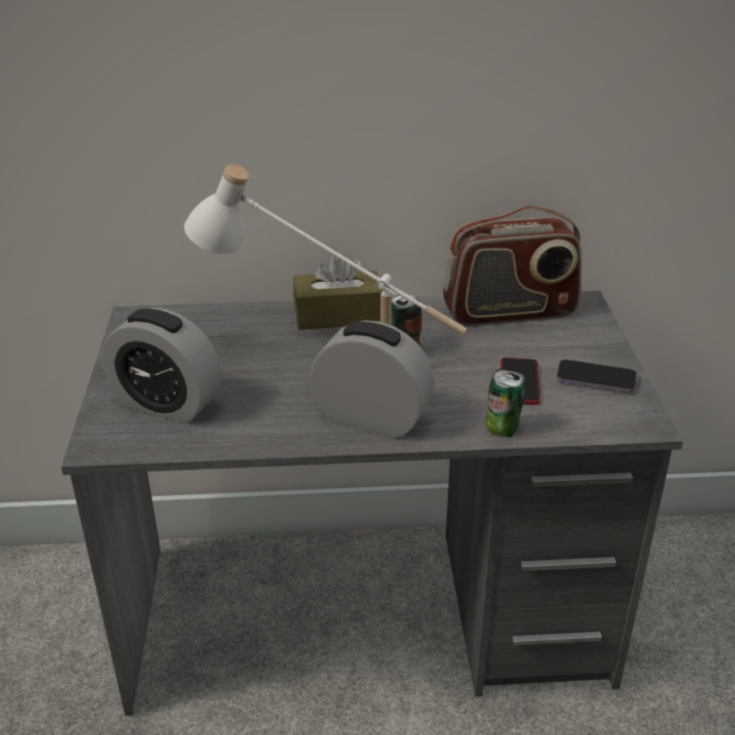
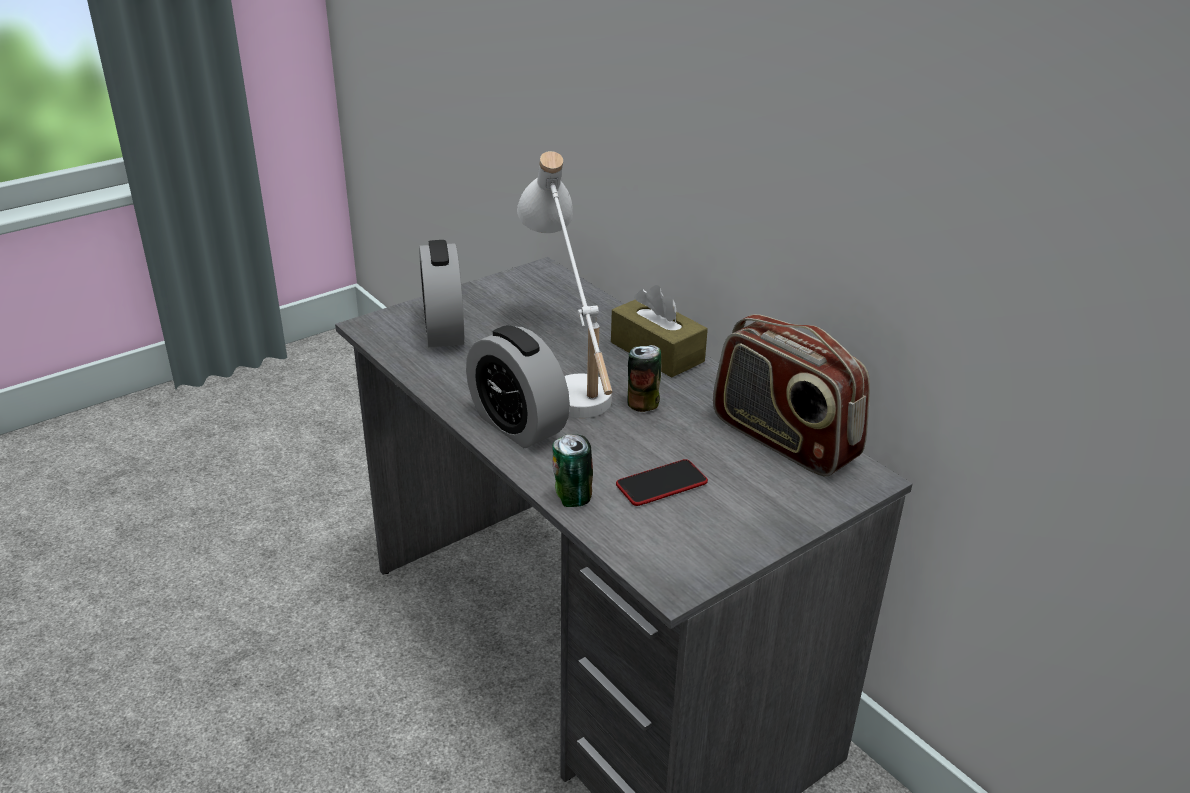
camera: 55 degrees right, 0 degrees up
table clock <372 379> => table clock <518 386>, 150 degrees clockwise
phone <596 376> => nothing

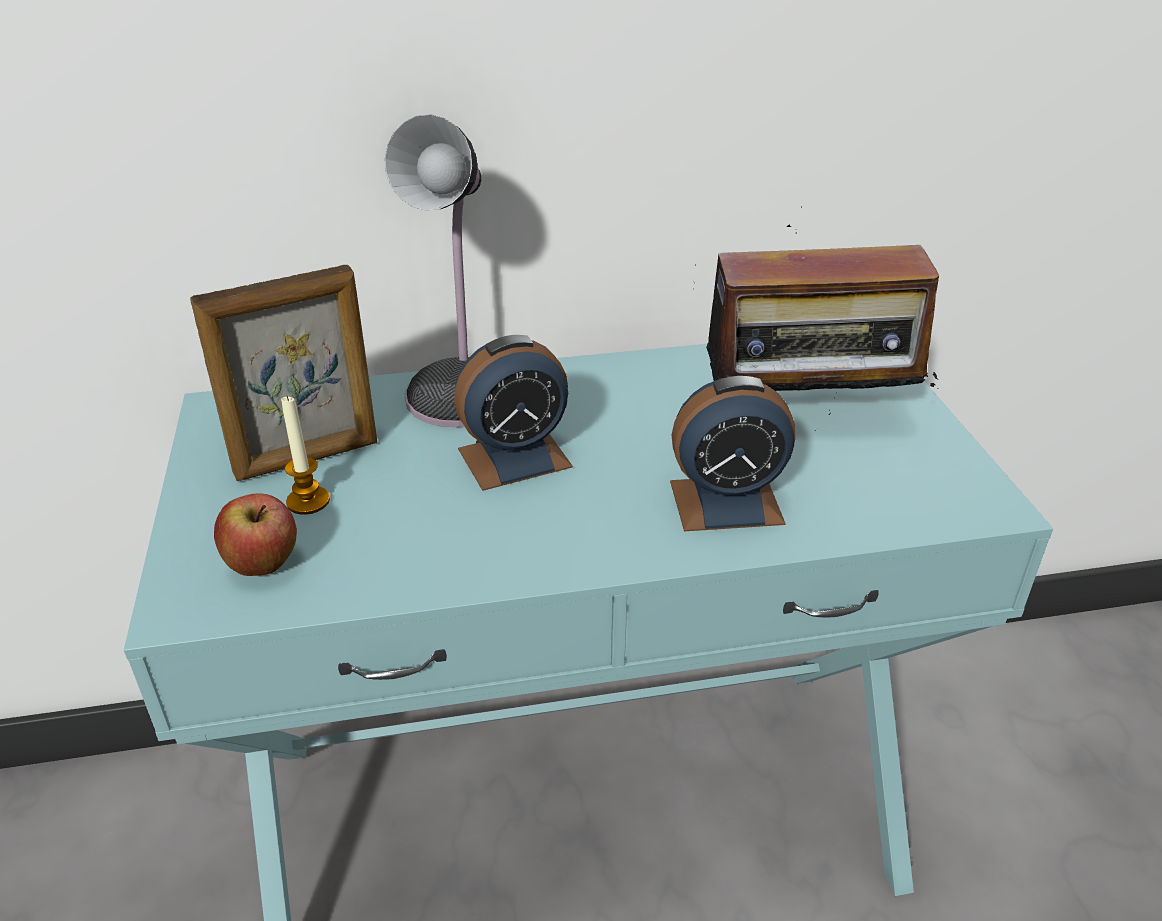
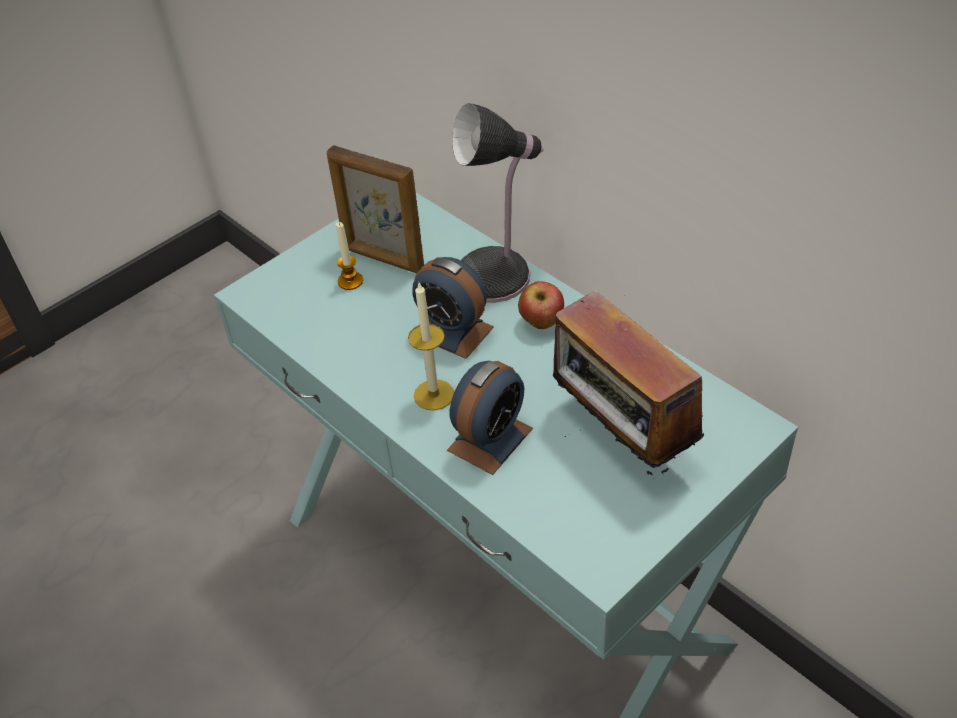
camera: 60 degrees right, 10 degrees up
table clock <733 453> => table clock <490 418>, 105 degrees counterclockwise
whole apple <255 534> => whole apple <541 305>, relocated
nothing => wax candle <431 347>

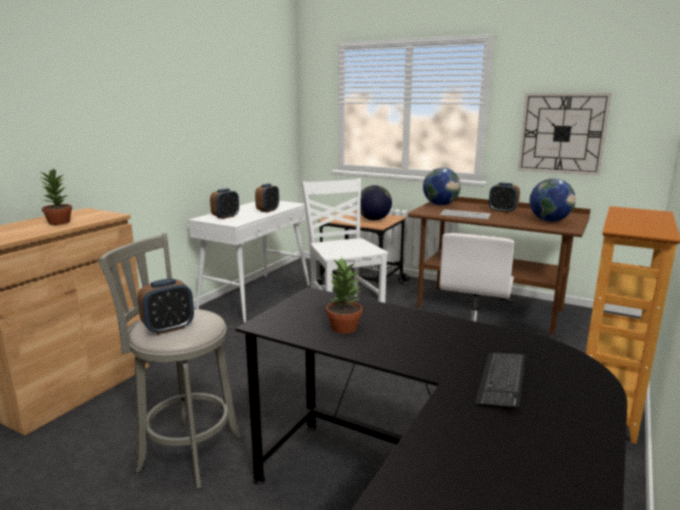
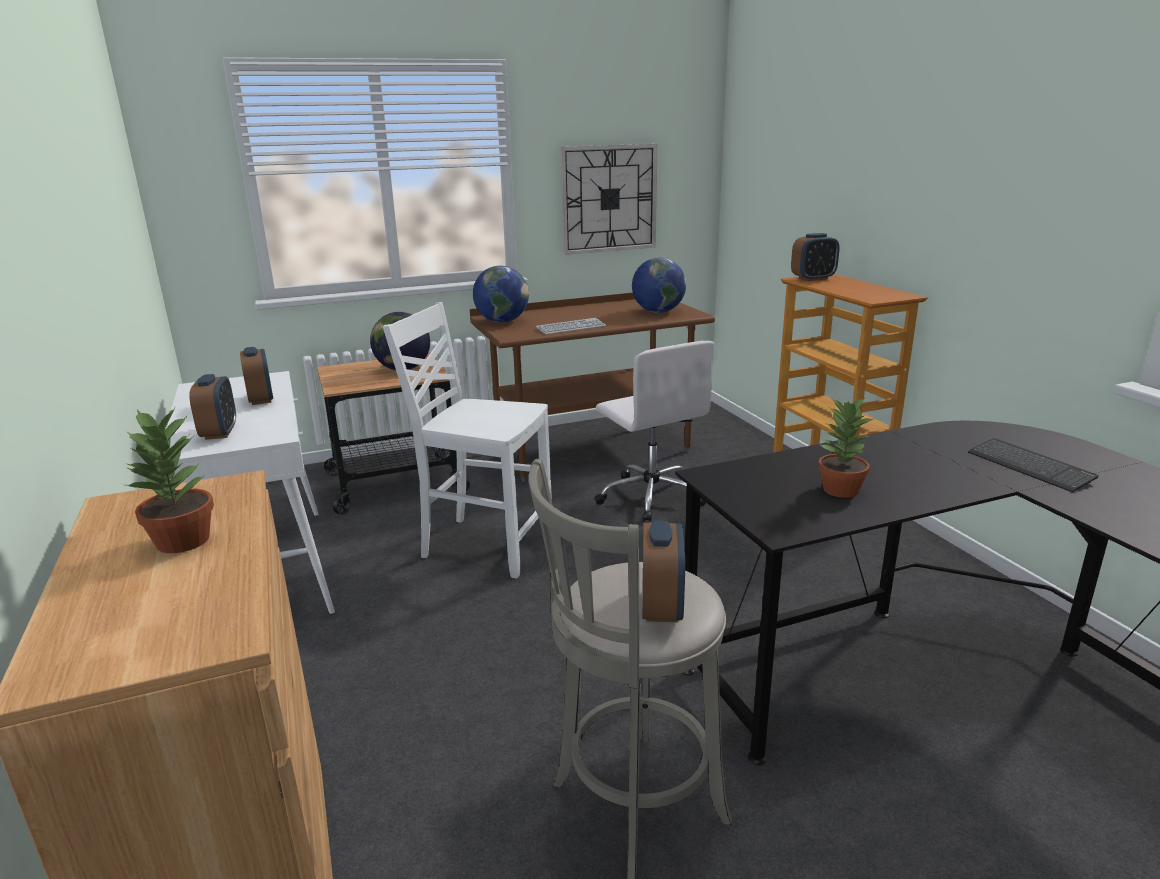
camera: 50 degrees left, 5 degrees up
table clock <504 198> => table clock <815 257>, relocated

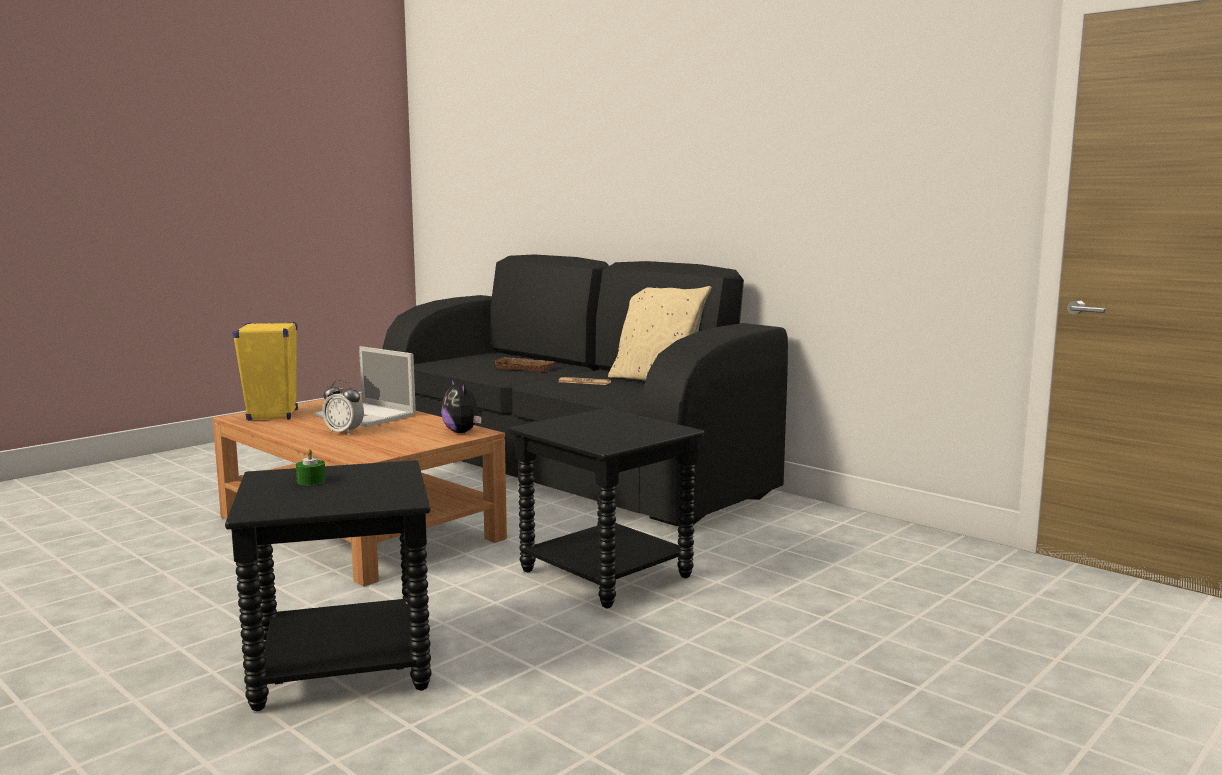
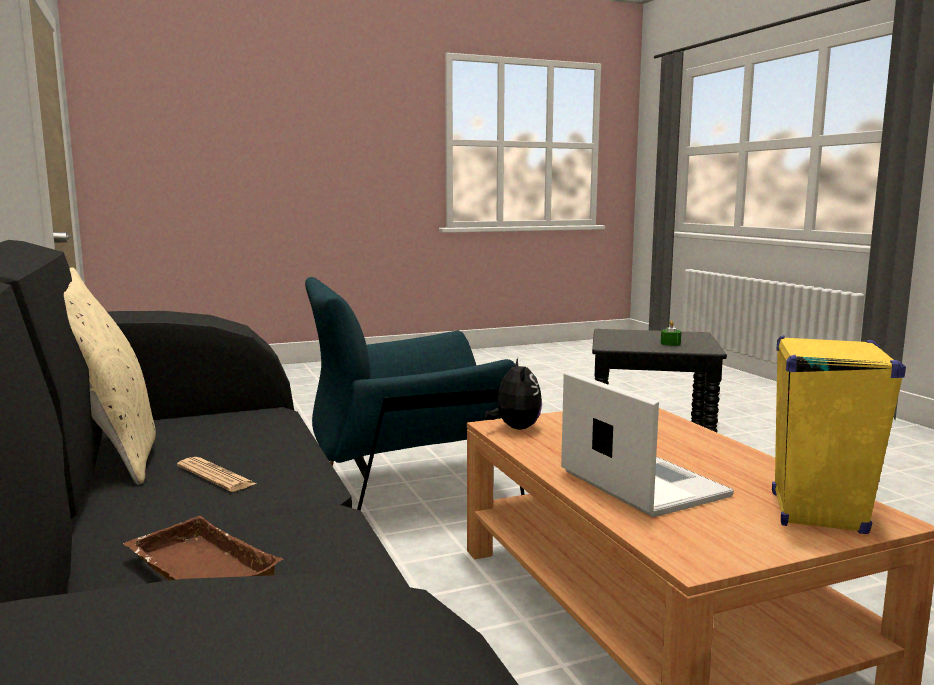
camera: 155 degrees left, 0 degrees up
table clock <343 407> => nothing
blackish accent table <606 508> => bluish armchair <415 394>

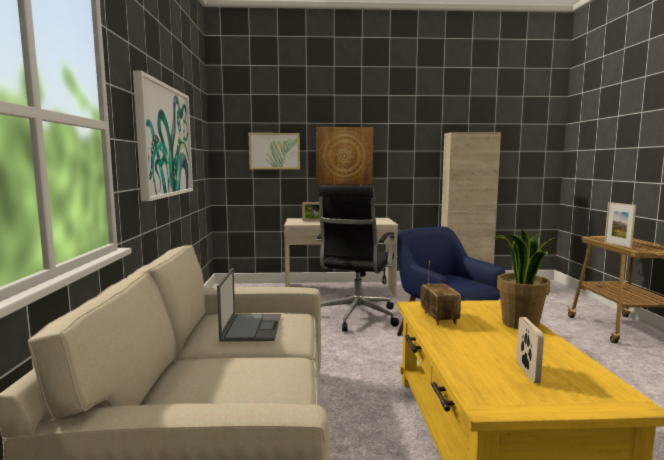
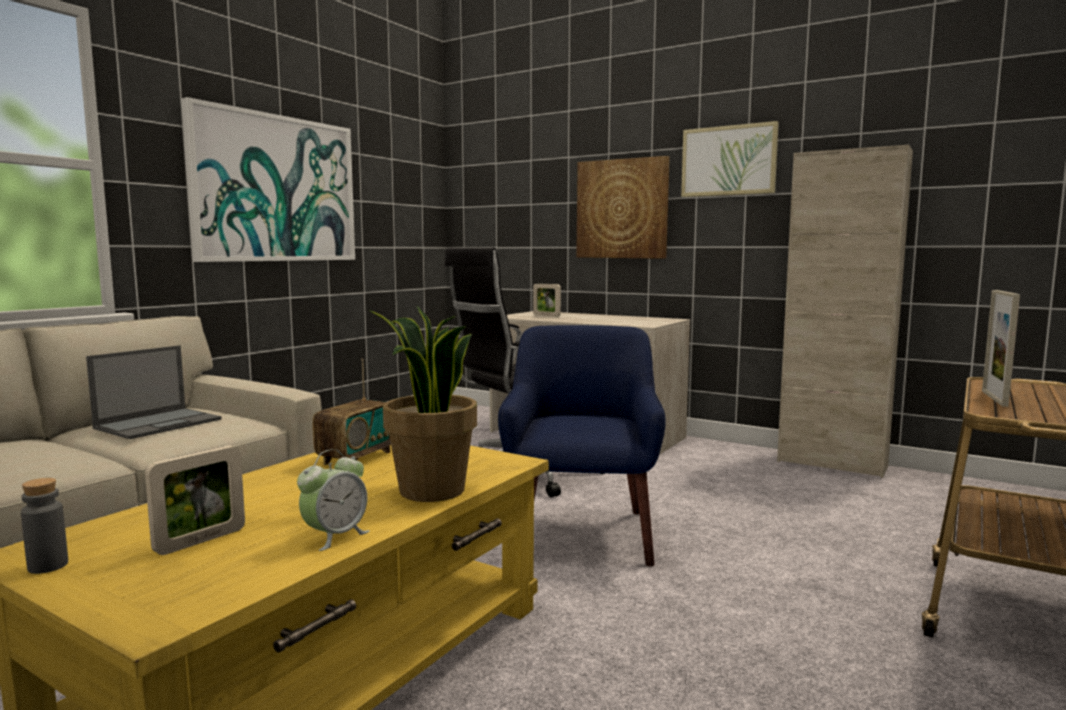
camera: 35 degrees right, 0 degrees up
wall art <274 151> => wall art <730 159>, relocated
nothing => table clock <333 500>
nothing => gray beverage bottle <44 526>

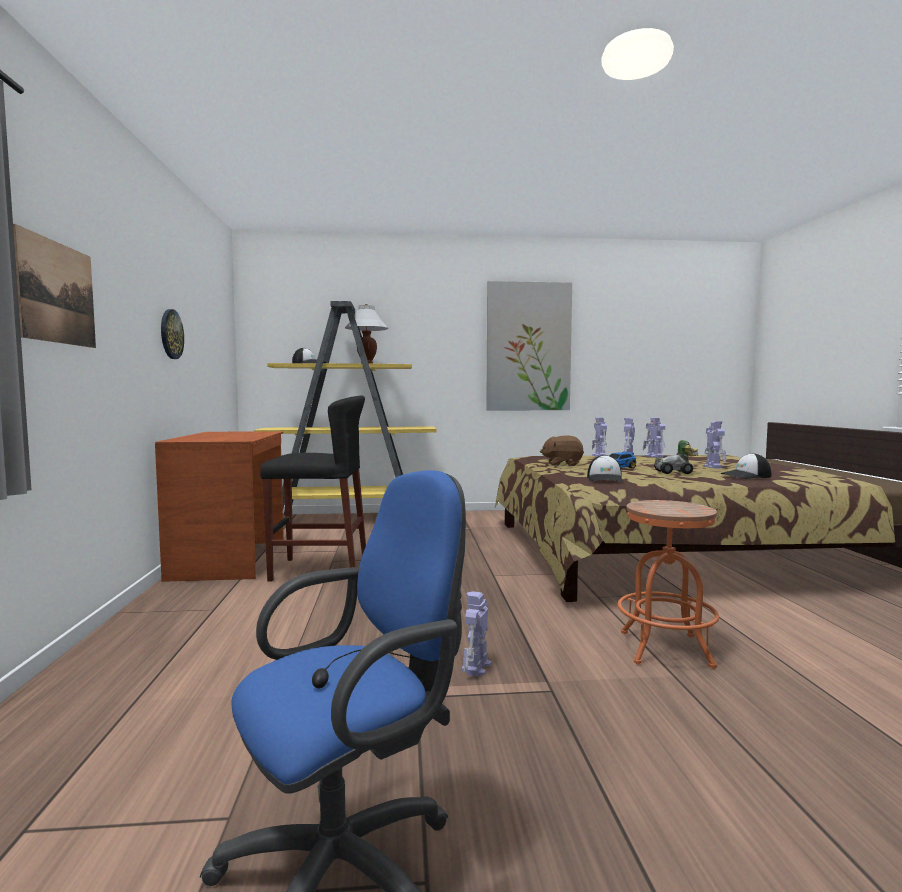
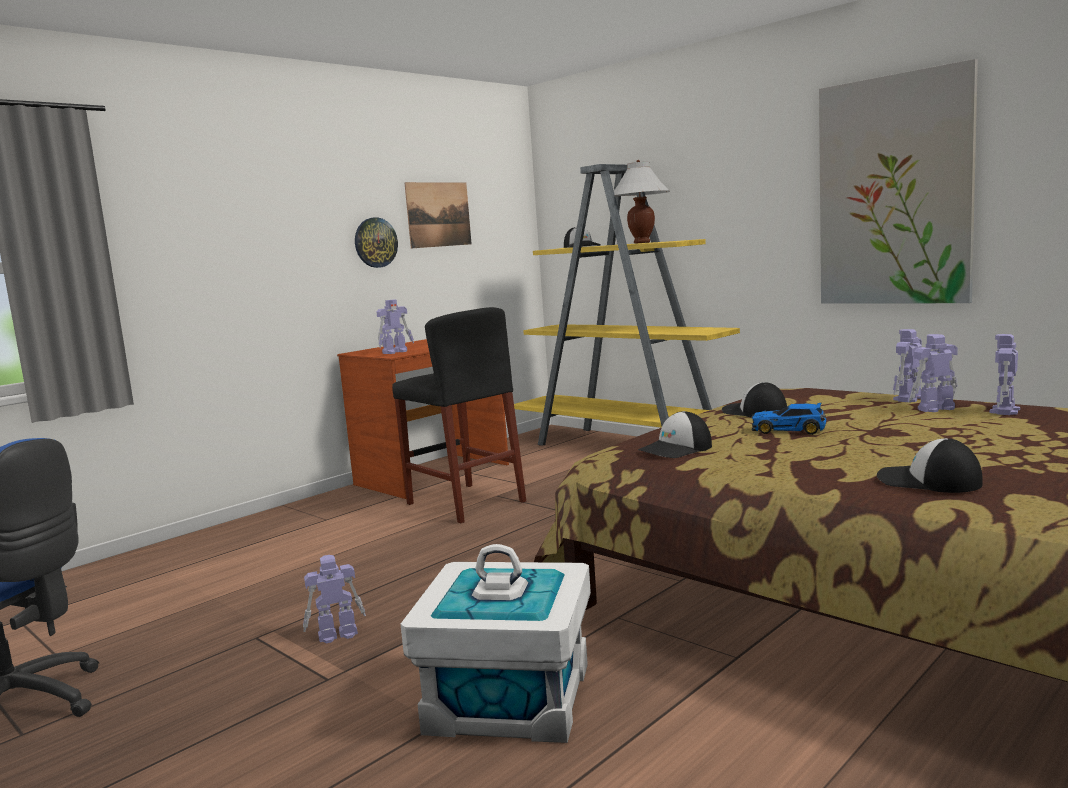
camera: 50 degrees right, 5 degrees up
wall art <54 286> => wall art <438 215>, relocated
model robot <715 444> => model robot <395 327>, relocated
brown-coloured plush toy <562 450> => baseball cap <754 399>
miniature car <676 457> => nothing
orangey stool <668 584> => white storage container <496 643>

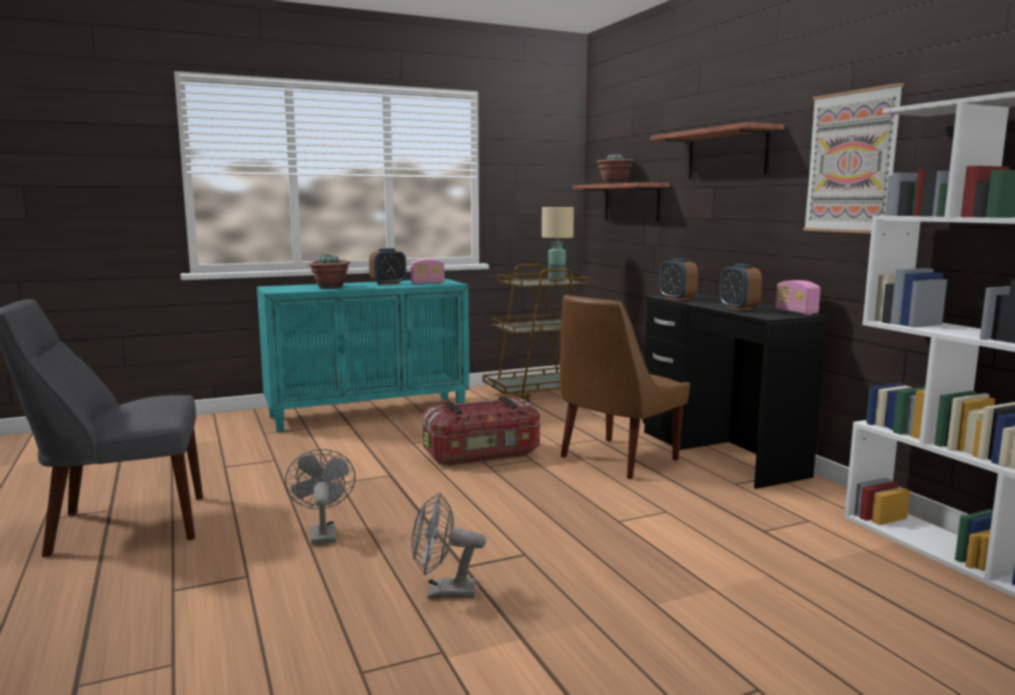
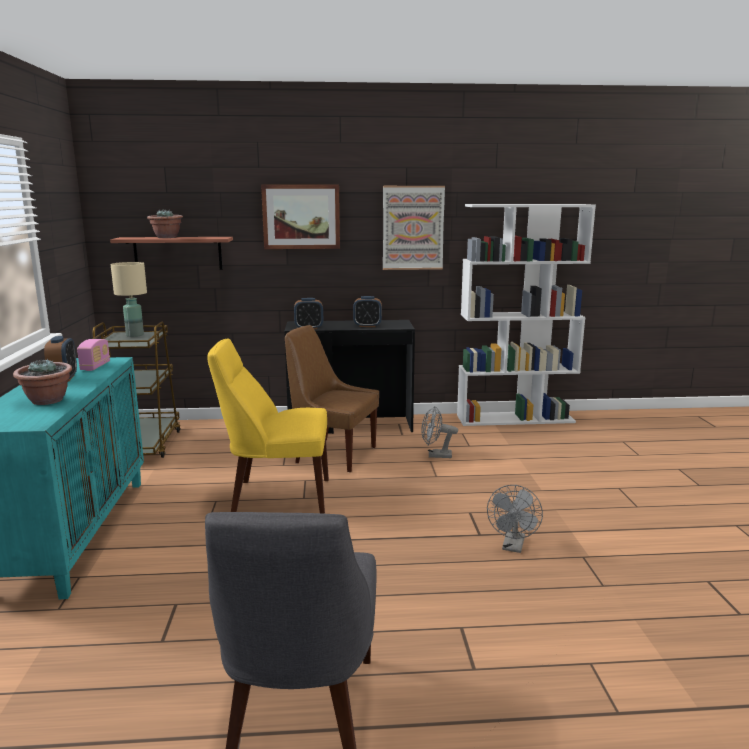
camera: 70 degrees left, 5 degrees up
shelf <717 150> => wall art <300 217>
radio receiver <798 297> => nothing
brown-coloured chair <625 387> => brown-coloured chair <332 398>, 135 degrees clockwise
storage container <481 431> => yellow-coloured chair <268 426>
gray cooling fan <320 497> => gray cooling fan <439 432>, relocated

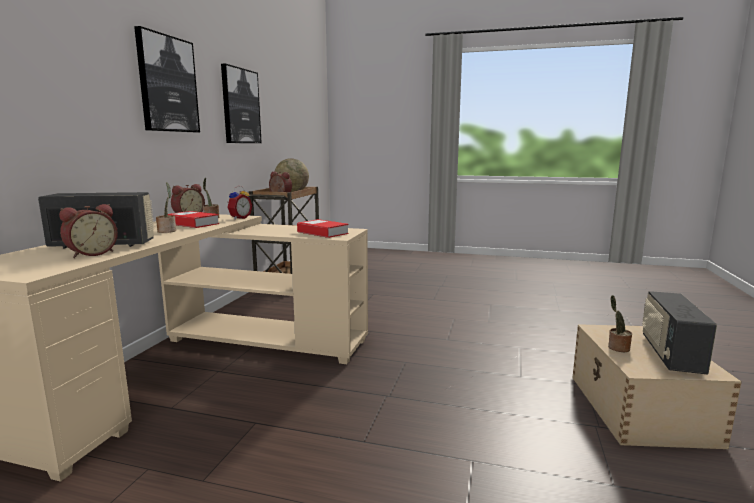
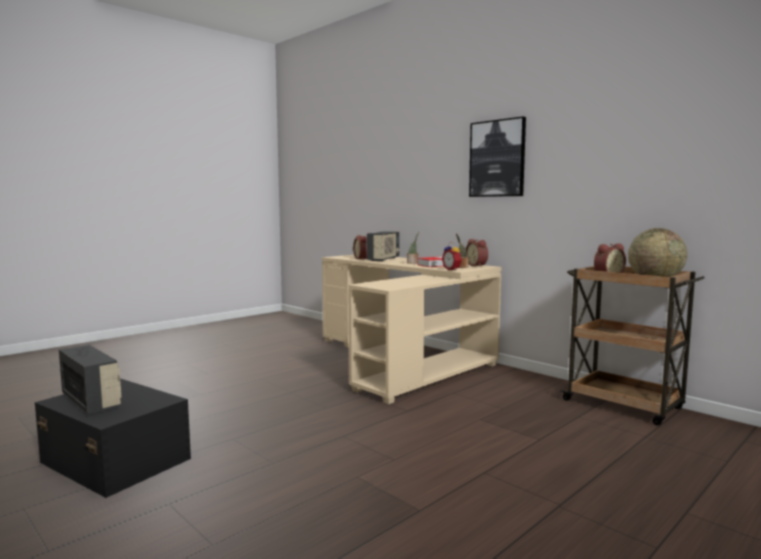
camera: 120 degrees right, 5 degrees down
wall art <241 103> => nothing
volume <323 228> => nothing
houseplant <620 323> => nothing
beige storage container <657 386> => blackish storage container <113 438>

